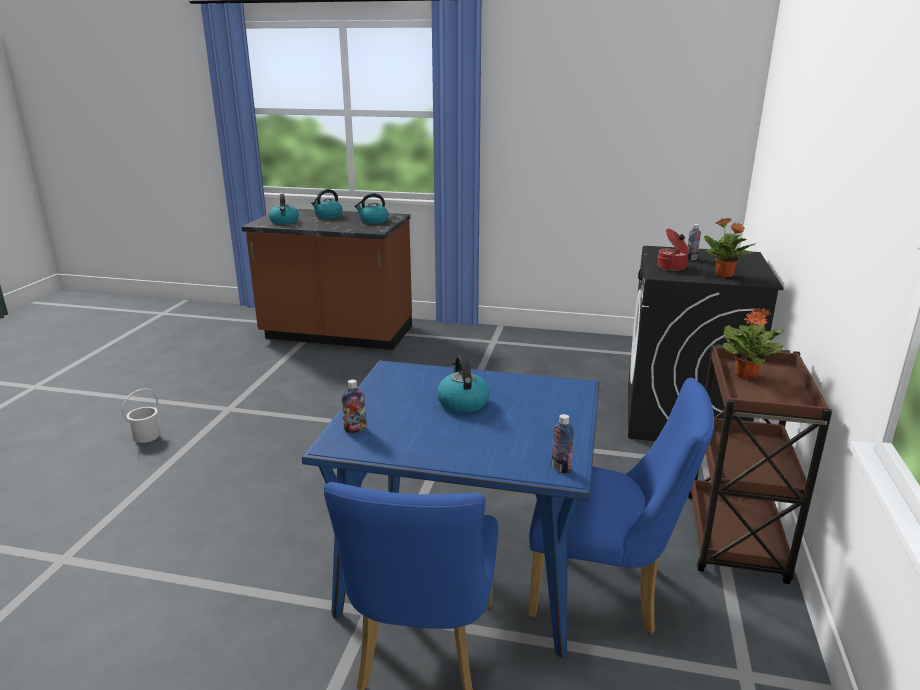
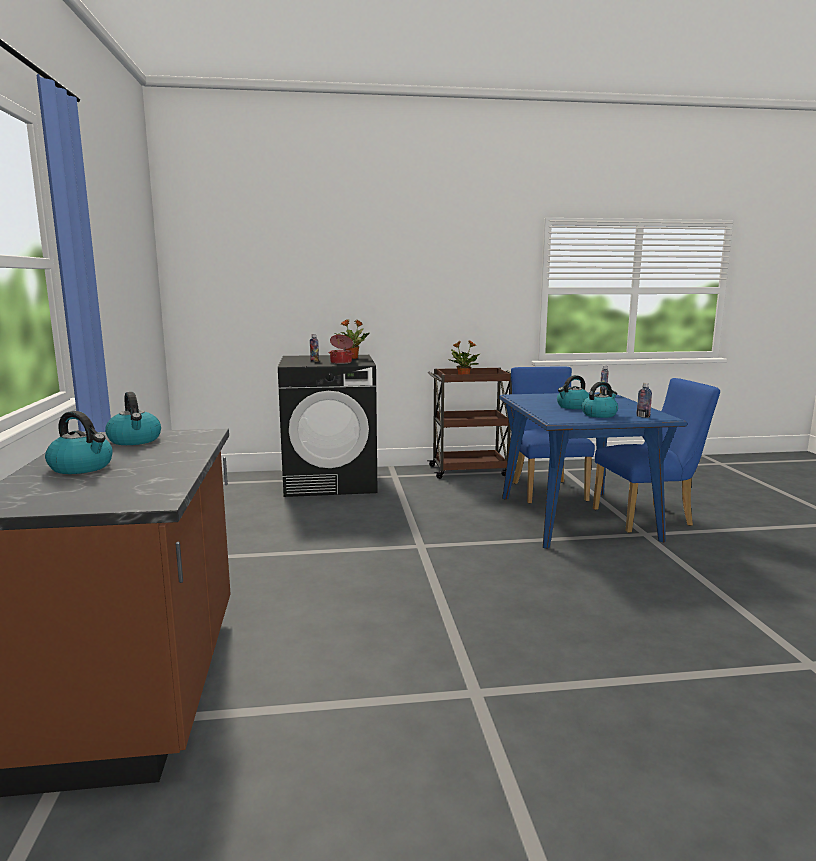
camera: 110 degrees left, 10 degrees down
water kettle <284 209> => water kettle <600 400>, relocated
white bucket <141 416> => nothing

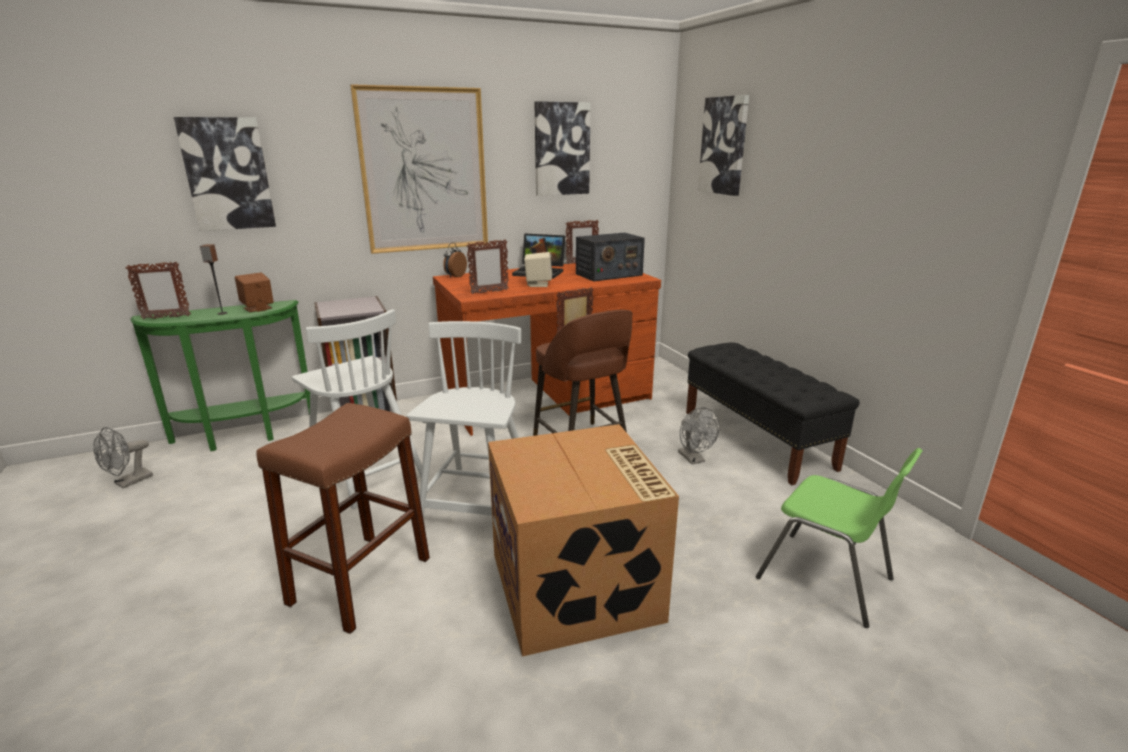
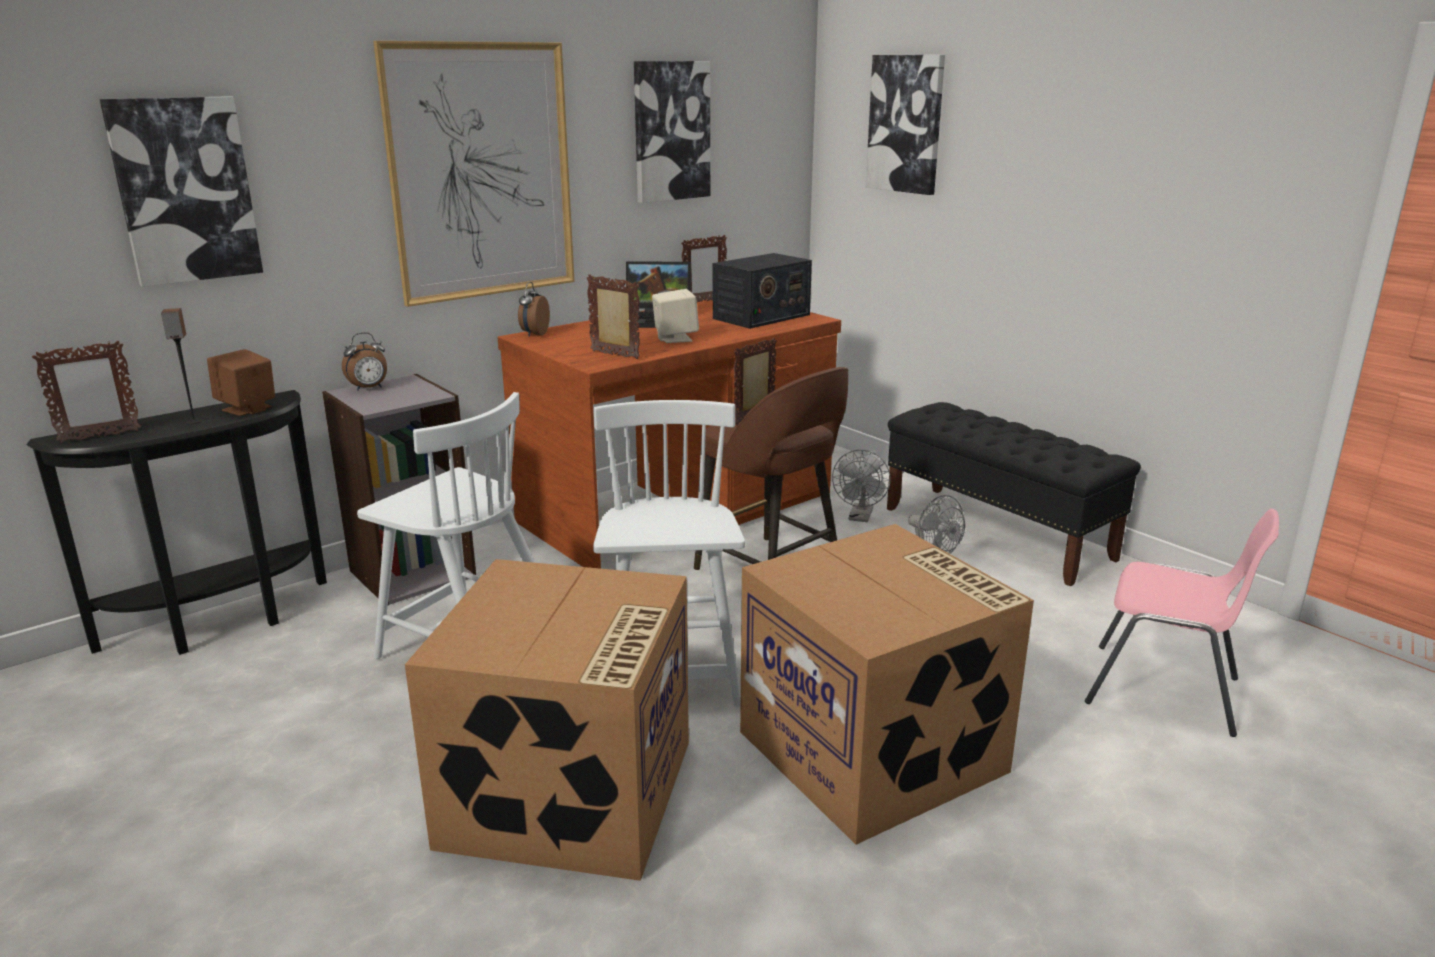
camera: 15 degrees left, 0 degrees up
picture frame <487 266> => picture frame <613 316>, 105 degrees counterclockwise
greenish console table <220 375> => blackish console table <176 522>
brown-coloured stool <343 518> => carton <547 720>
gray cooling fan <123 457> => gray cooling fan <861 486>, relocated
greenish chair <839 538> => pinkish chair <1182 622>
nothing => table clock <364 361>

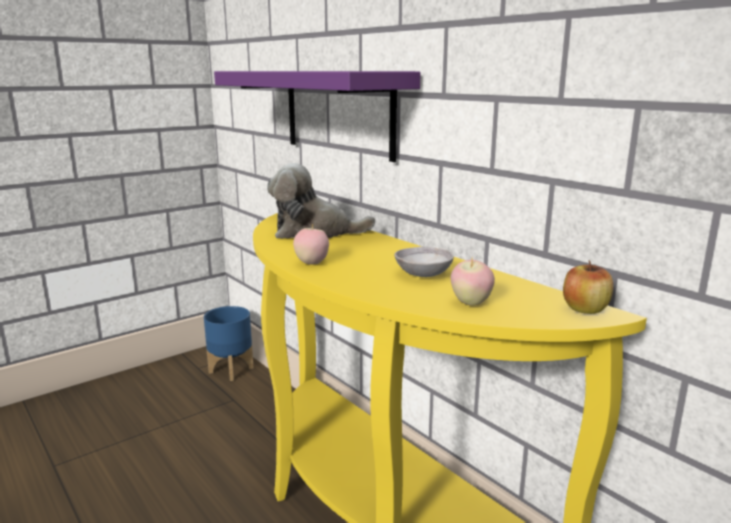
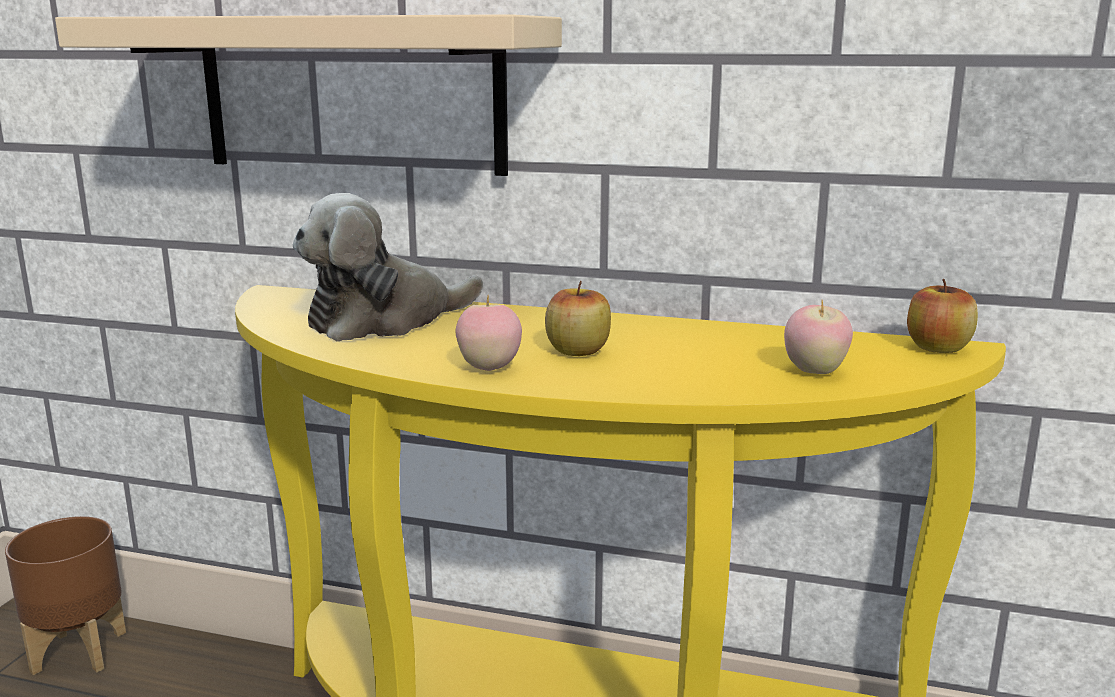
camera: 35 degrees left, 0 degrees up
purplish shelf <317 116> => beige shelf <308 95>
gray serving bowl <424 262> => nothing
bluish planter <229 343> => brown-coloured planter <65 595>
nothing => whole apple <578 318>

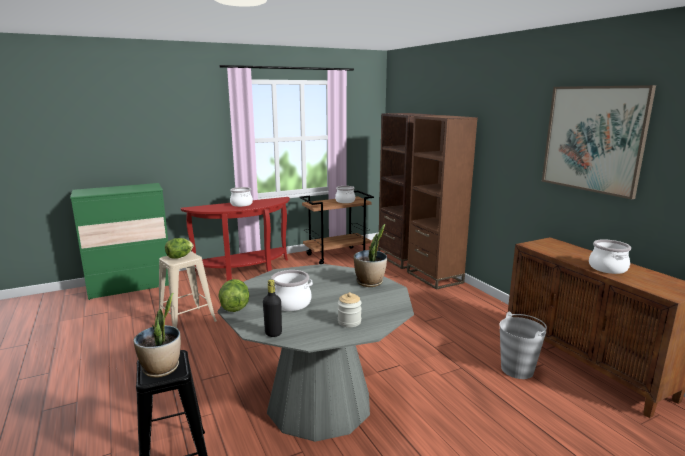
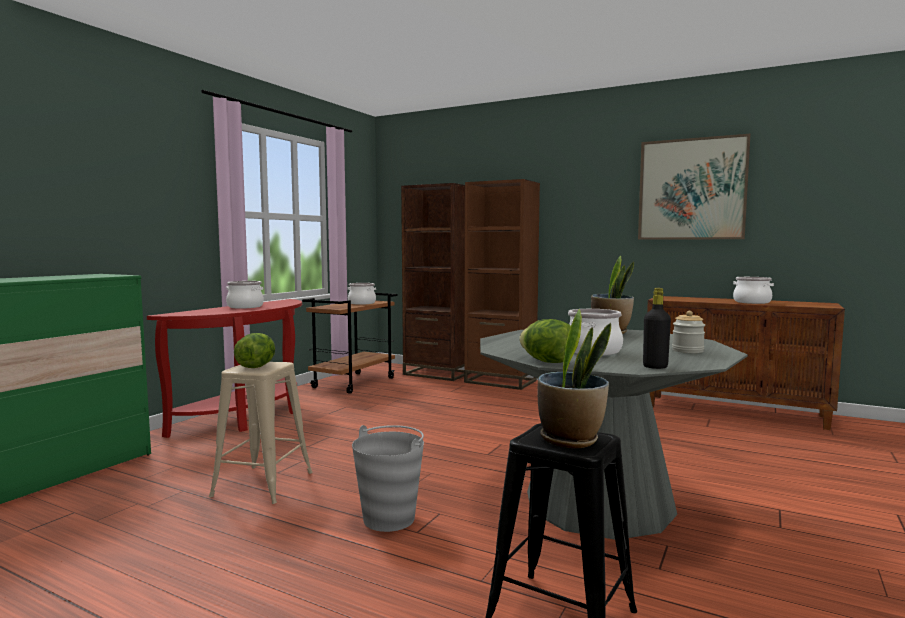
camera: 35 degrees left, 10 degrees down
gray bucket <523 345> => gray bucket <388 478>, relocated

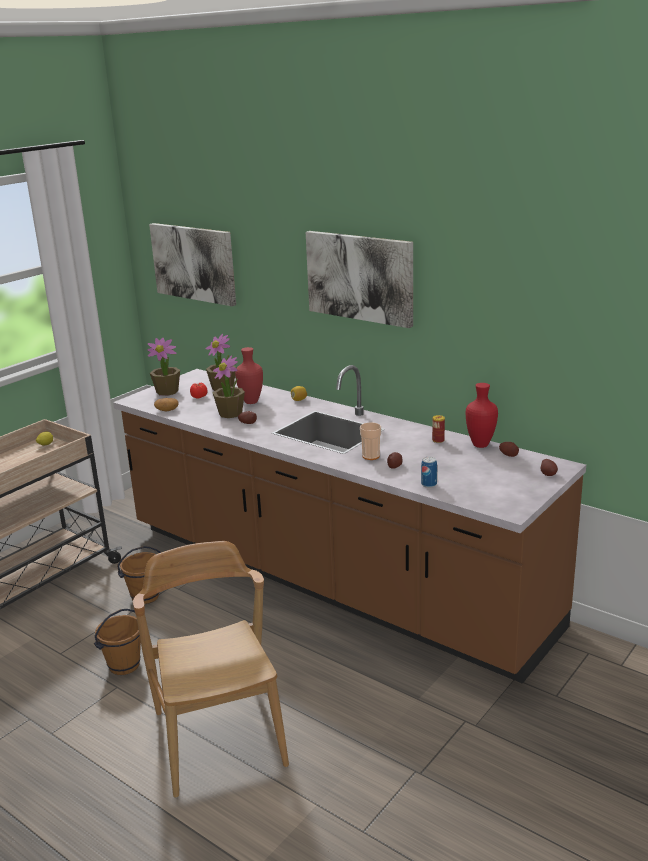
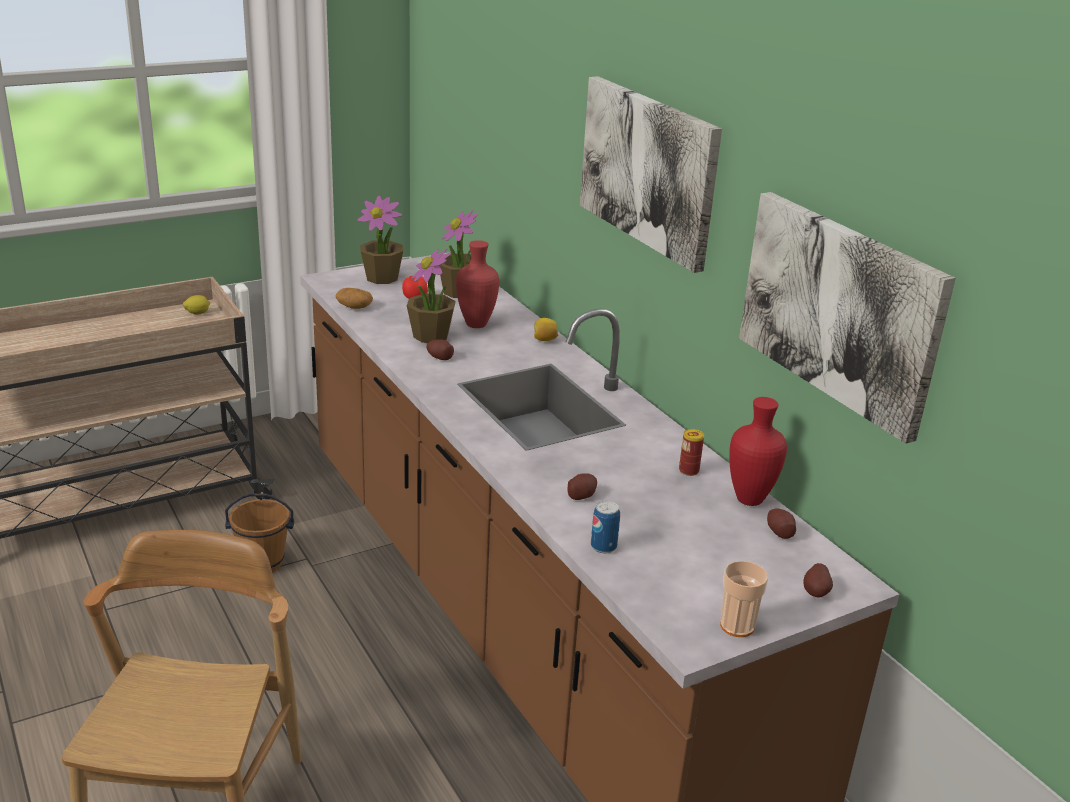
camera: 20 degrees right, 5 degrees up
wall art <192 264> => wall art <847 318>, relocated
drinking cup <370 441> => drinking cup <744 599>, relocated
brown-coloured bucket <117 642> => nothing

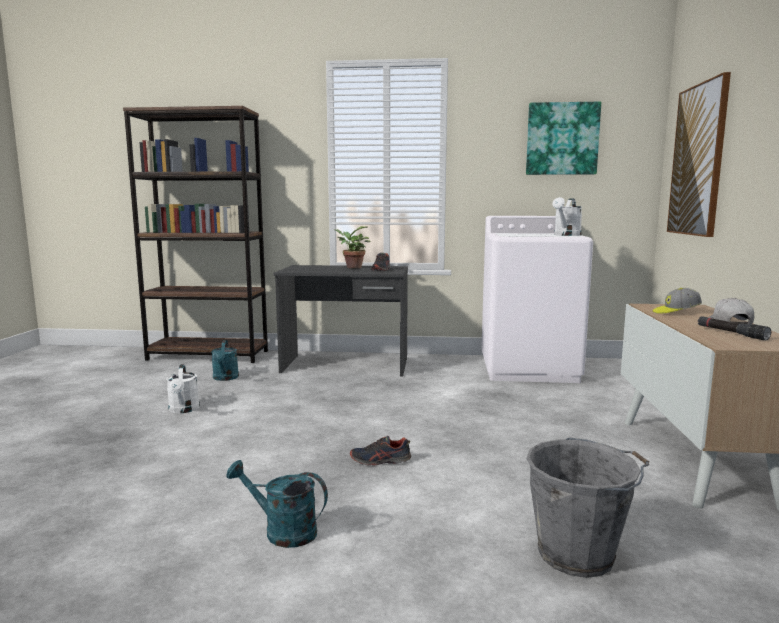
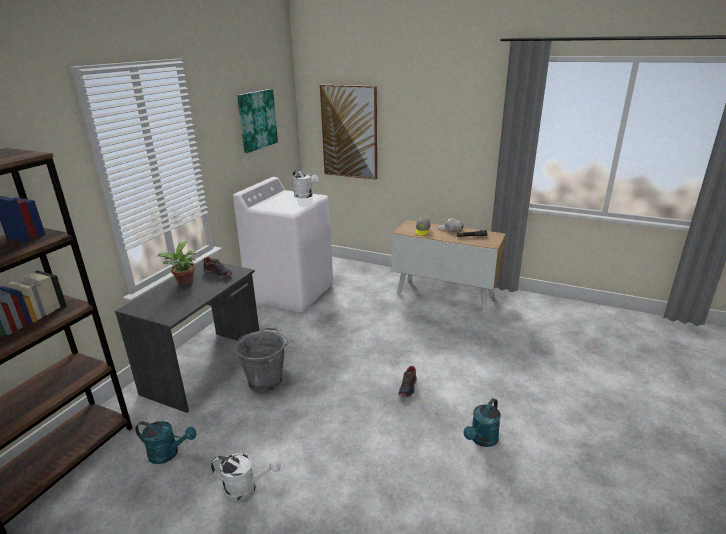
camera: 70 degrees left, 15 degrees up
gray bucket <587 507> => gray bucket <262 360>, relocated

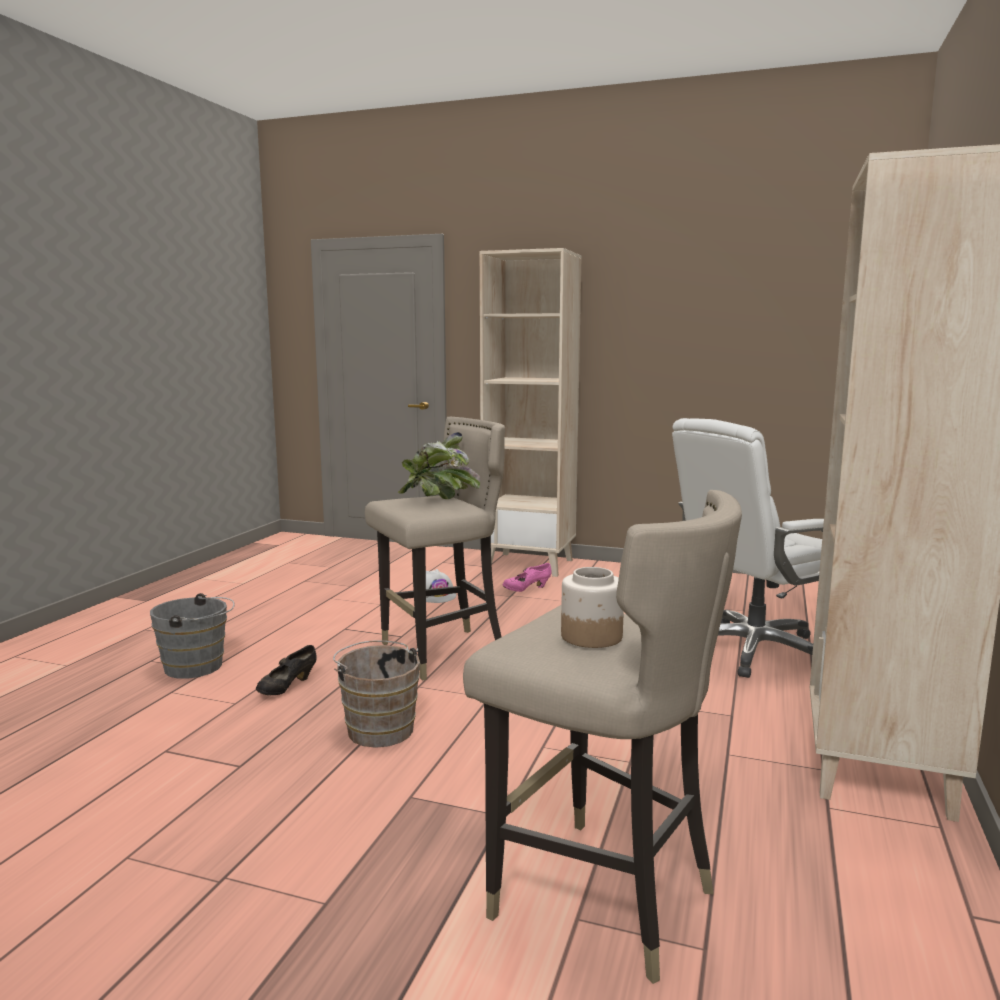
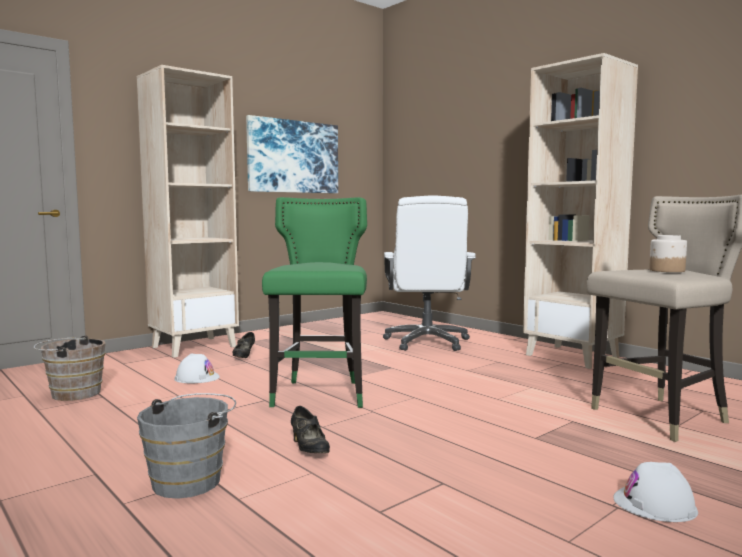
camera: 60 degrees left, 5 degrees down
beige stool <435 549> => greenish stool <314 302>
houseplant <439 465> => nothing
pinkish item of footwear <527 577> => blackish item of footwear <243 345>
brown-coloured bucket <376 694> => brown-coloured bucket <69 368>, relocated
nothing => wall art <292 154>
nothing => white safety helmet <656 492>

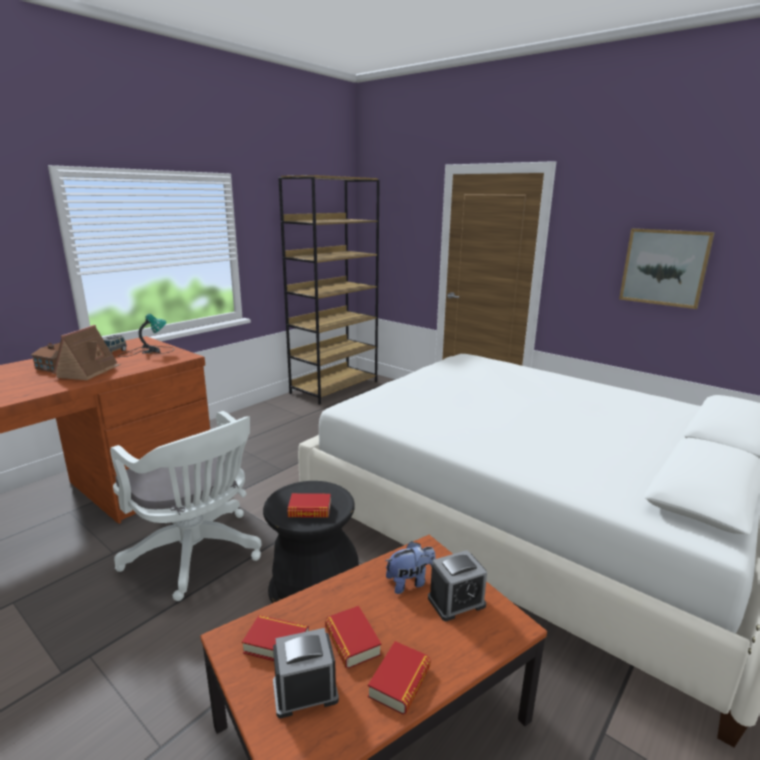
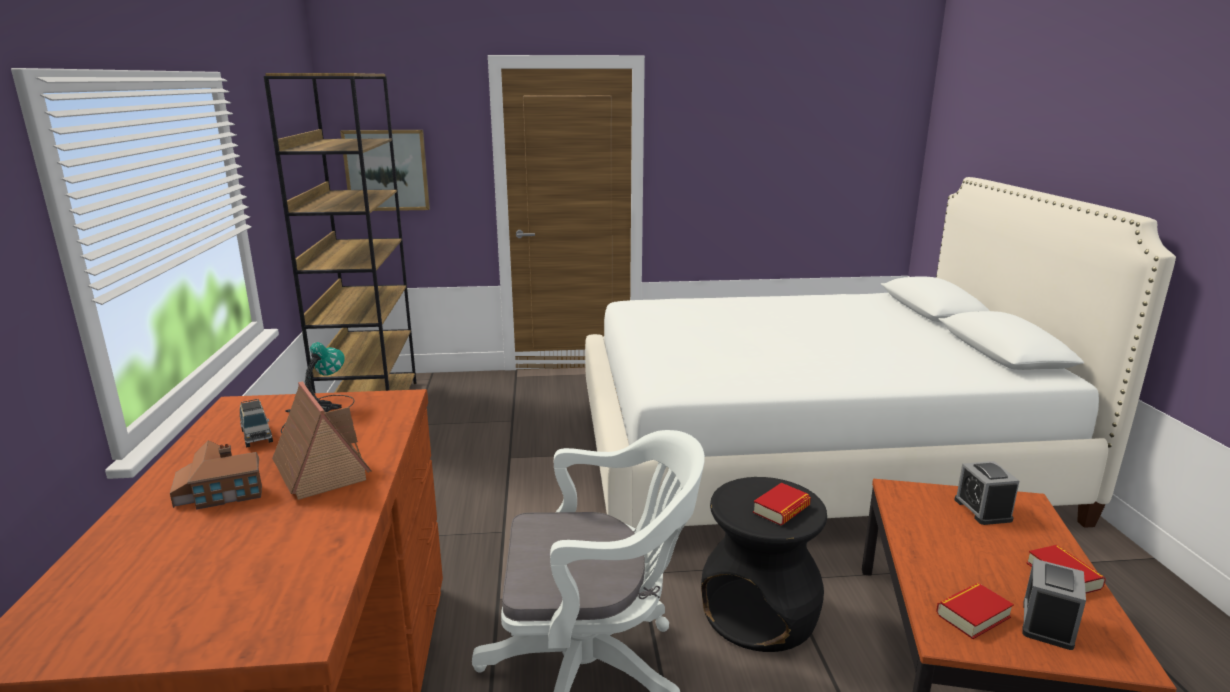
camera: 45 degrees left, 0 degrees up
wall art <667 268> => wall art <385 170>, relocated
plush toy <410 567> => nothing
table clock <457 585> => table clock <987 493>, 150 degrees clockwise
volume <353 637> => nothing

